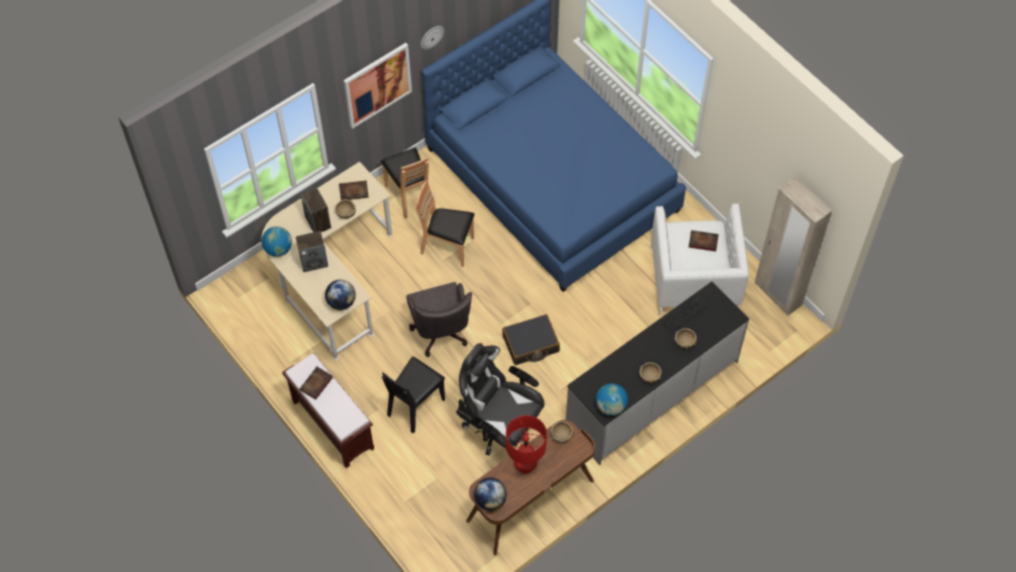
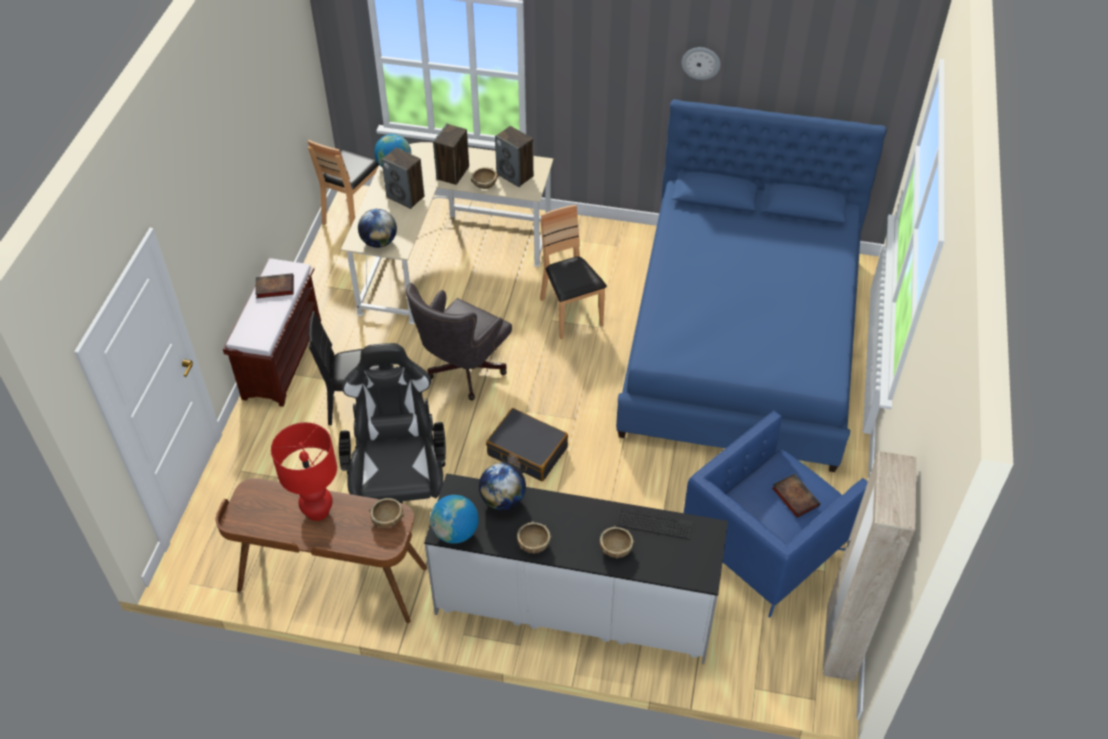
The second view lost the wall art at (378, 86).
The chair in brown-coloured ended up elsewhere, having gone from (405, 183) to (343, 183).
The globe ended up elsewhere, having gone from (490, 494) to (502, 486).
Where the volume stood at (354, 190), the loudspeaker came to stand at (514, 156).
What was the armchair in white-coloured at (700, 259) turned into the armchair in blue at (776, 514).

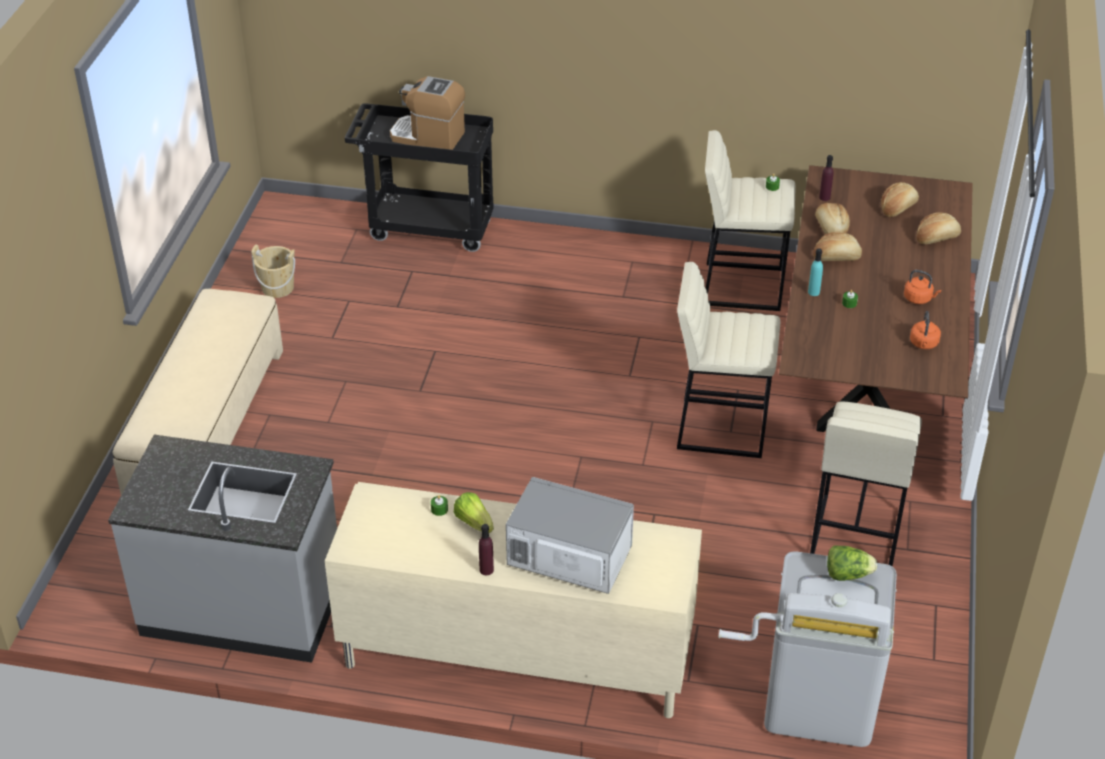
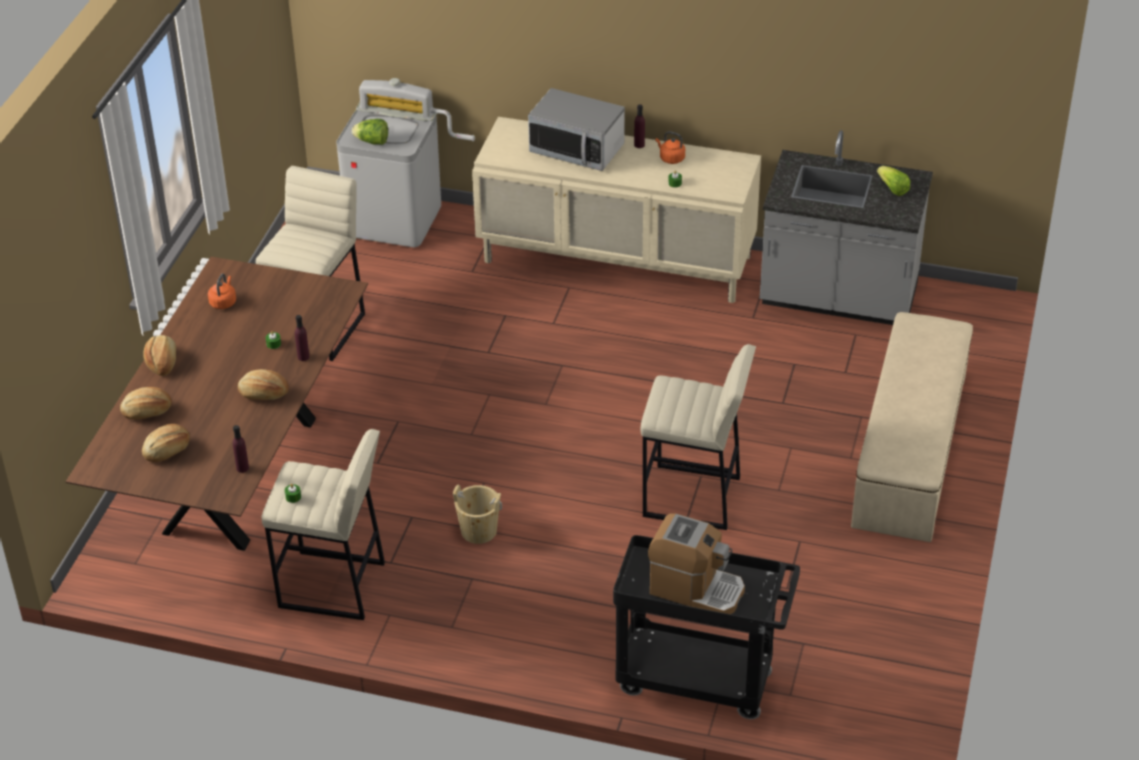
The bucket in beige ended up elsewhere, having gone from (273, 271) to (477, 514).
The lettuce ended up elsewhere, having gone from (474, 512) to (893, 181).
The sitting stool in beige ended up elsewhere, having gone from (728, 360) to (698, 437).
The baked bread ended up elsewhere, having gone from (832, 218) to (159, 355).
The kettle in orangey ended up elsewhere, having gone from (922, 287) to (670, 147).
What was the beverage bottle in turquoise at (815, 272) turned into the beverage bottle in purplish at (302, 338).

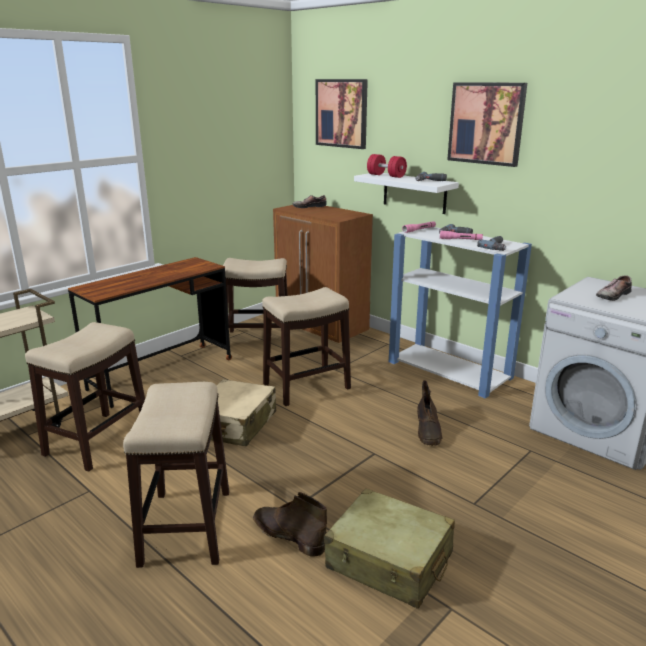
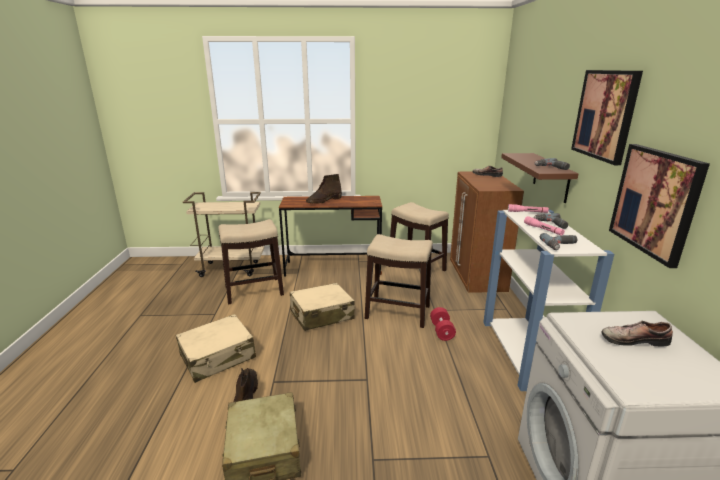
The wall art ended up elsewhere, having gone from (342, 114) to (659, 206).
The free weight in reddish ended up elsewhere, having gone from (387, 166) to (443, 324).
The boot in brown-coloured ended up elsewhere, having gone from (429, 413) to (324, 189).
Where the sitting stool stood at (176, 475), the piece of luggage in beige came to stand at (216, 348).
What was the wall shelf in white-coloured at (406, 193) turned into the wall shelf in brown-coloured at (539, 178).

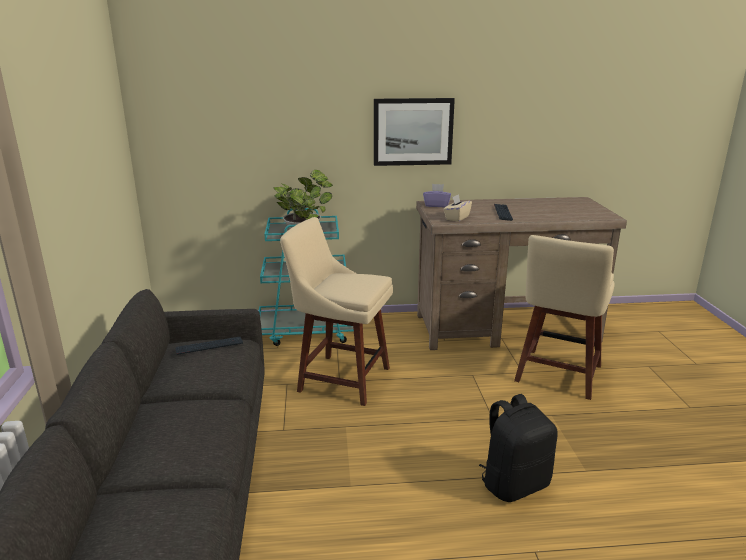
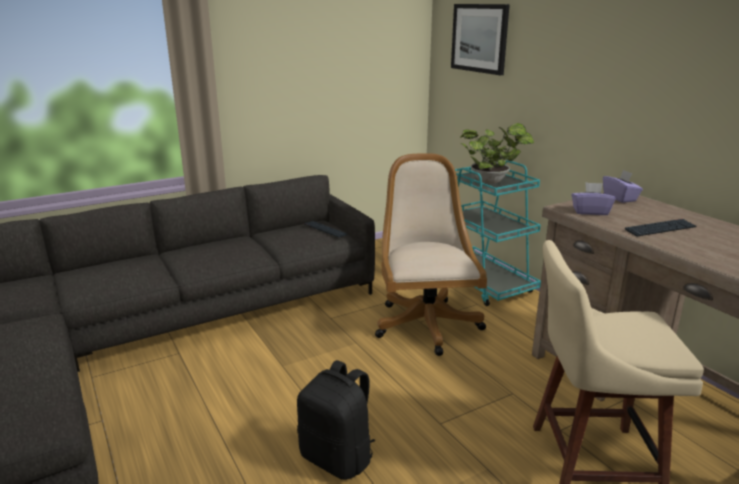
The wall art ended up elsewhere, having gone from (414, 132) to (480, 39).
Where the sitting stool in beige stood at (336, 311), the desk chair came to stand at (431, 254).
What was the box of tissues in beige at (457, 208) turned into the box of tissues in purplish at (593, 198).

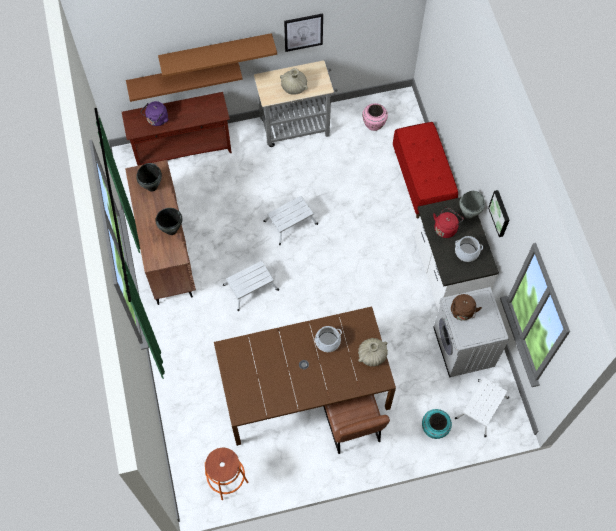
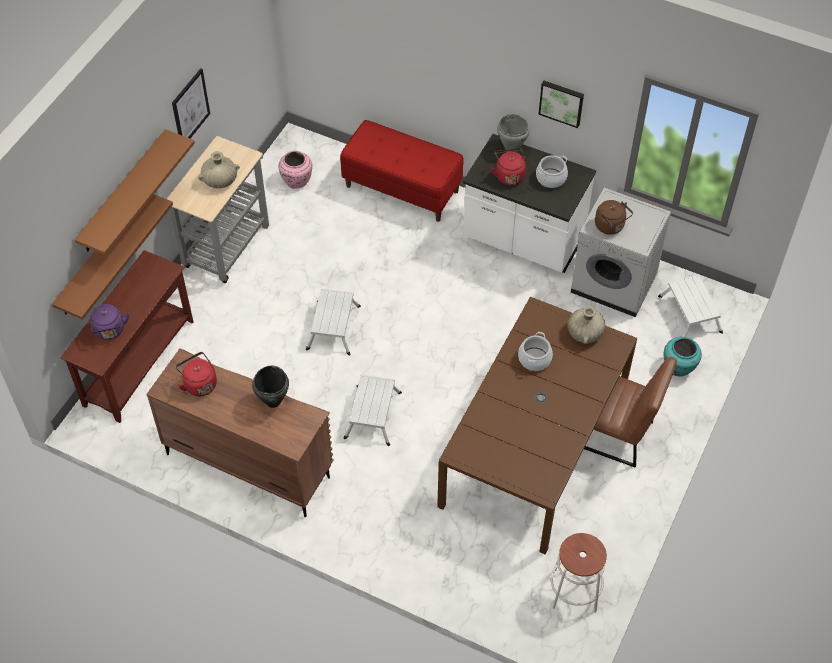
Where the cooking pot in blackish stood at (149, 177), the kettle in reddish came to stand at (196, 374).
What was the sitting stool in orangey at (226, 474) turned into the sitting stool in white-coloured at (579, 573).

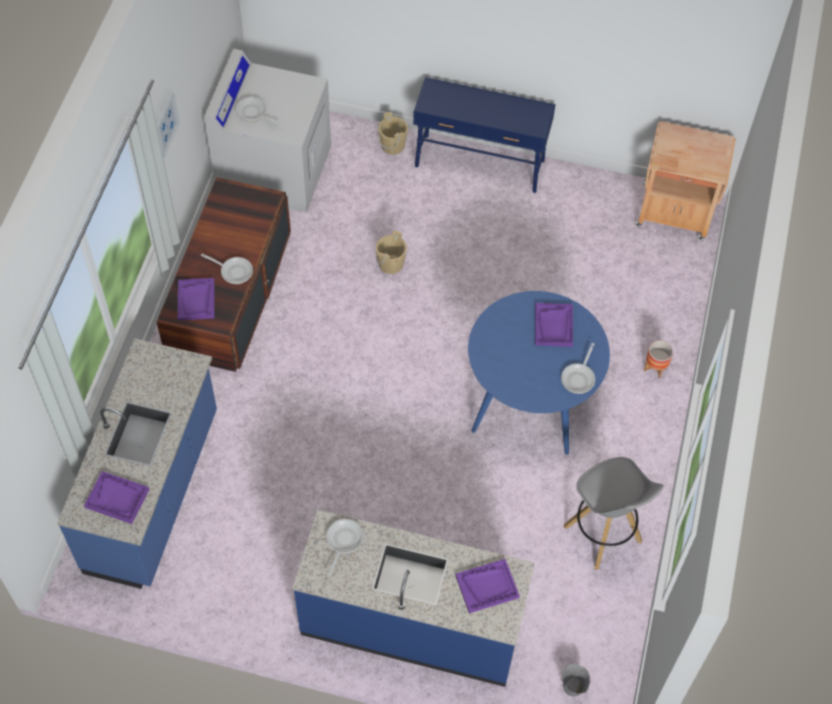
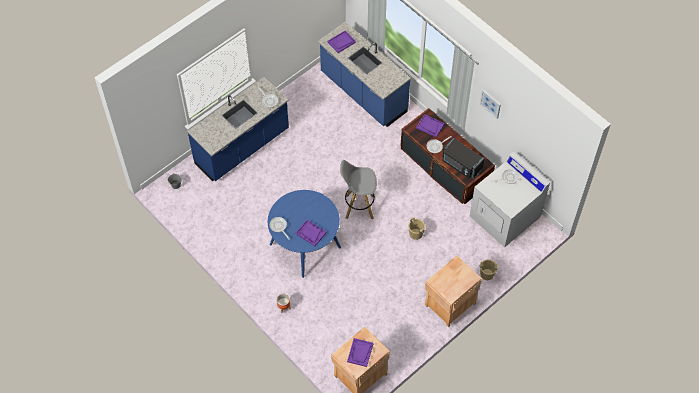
The second view gained the kitchen microwave in blackish at (463, 158).
The carrying tray in purplish ended up elsewhere, having gone from (487, 586) to (360, 352).
The sitting stool in greyish ended up elsewhere, having gone from (613, 513) to (358, 189).
Where the narrow table in blue stood at (484, 135), the wheeled cart in brown-coloured came to stand at (453, 291).

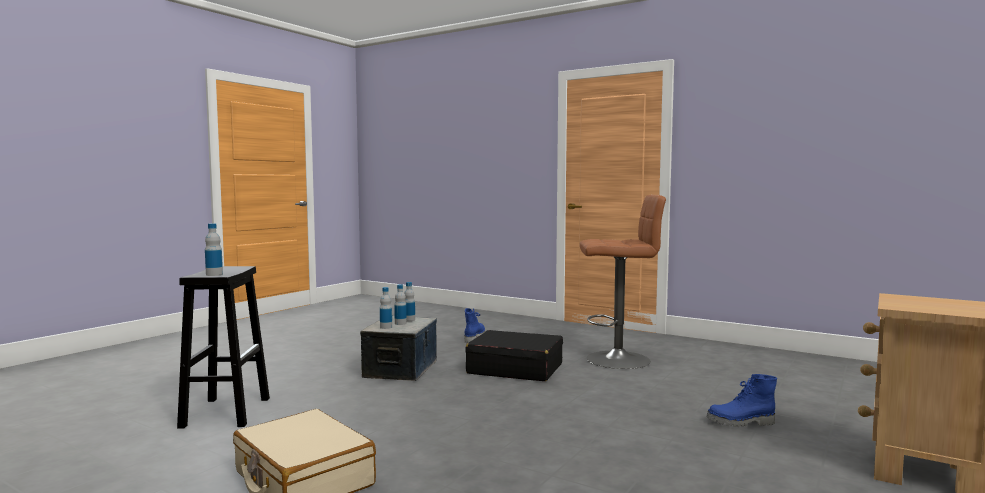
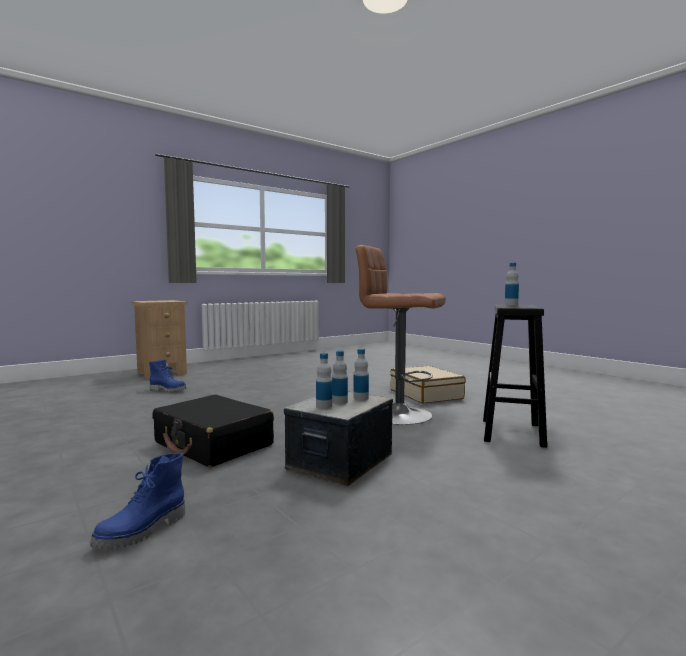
The sitting stool in brown-coloured ended up elsewhere, having gone from (623, 282) to (400, 335).

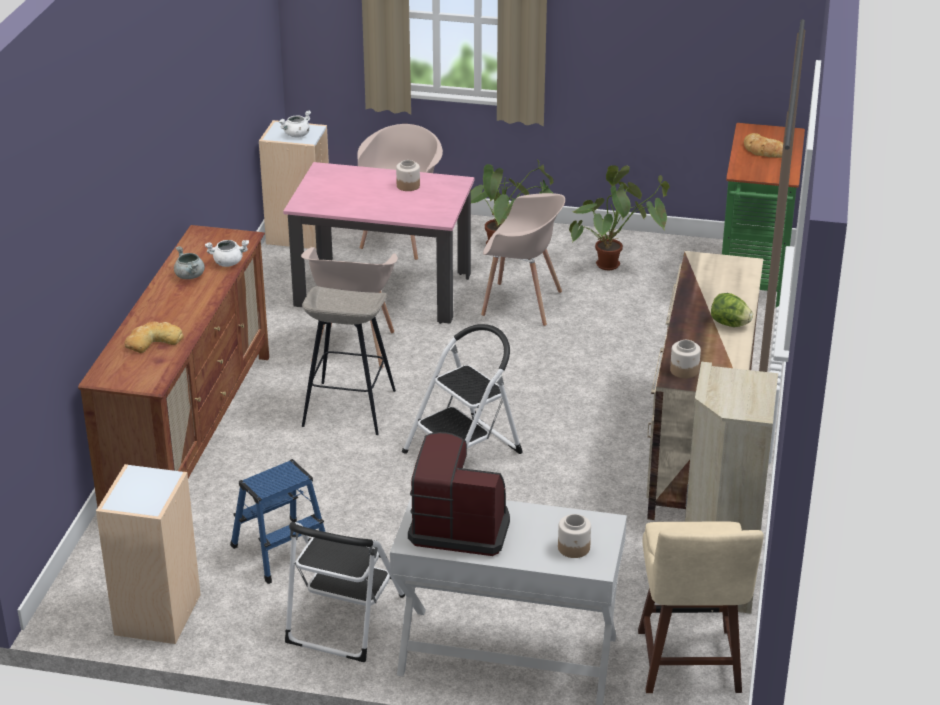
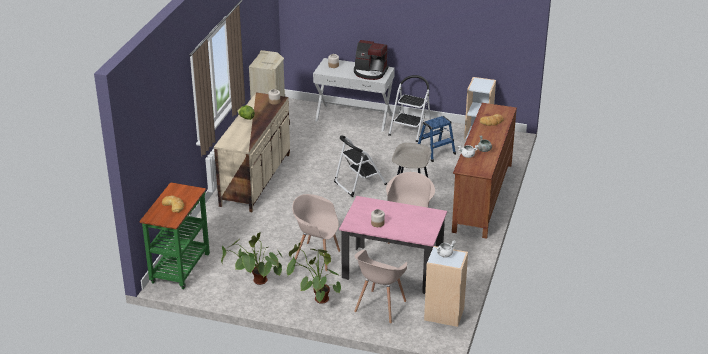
The second view lost the sitting stool in beige at (701, 607).

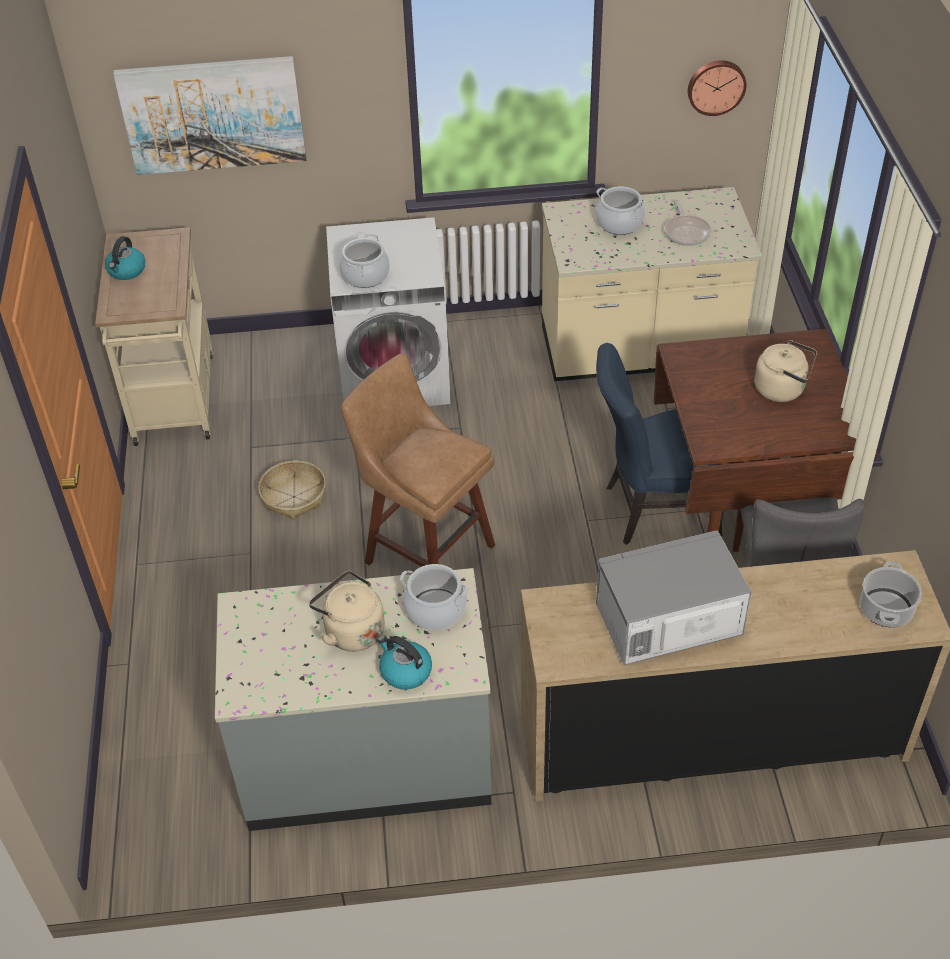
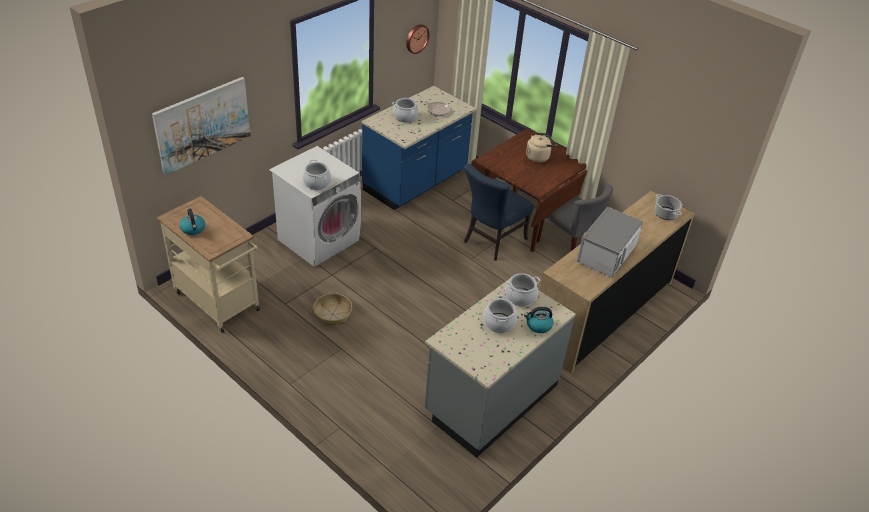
The second view lost the sitting stool in brown-coloured at (418, 460).
Where the kettle in beige stood at (347, 611), the cooking pot came to stand at (500, 314).
What was the counter in beige at (652, 284) turned into the counter in blue at (419, 148).

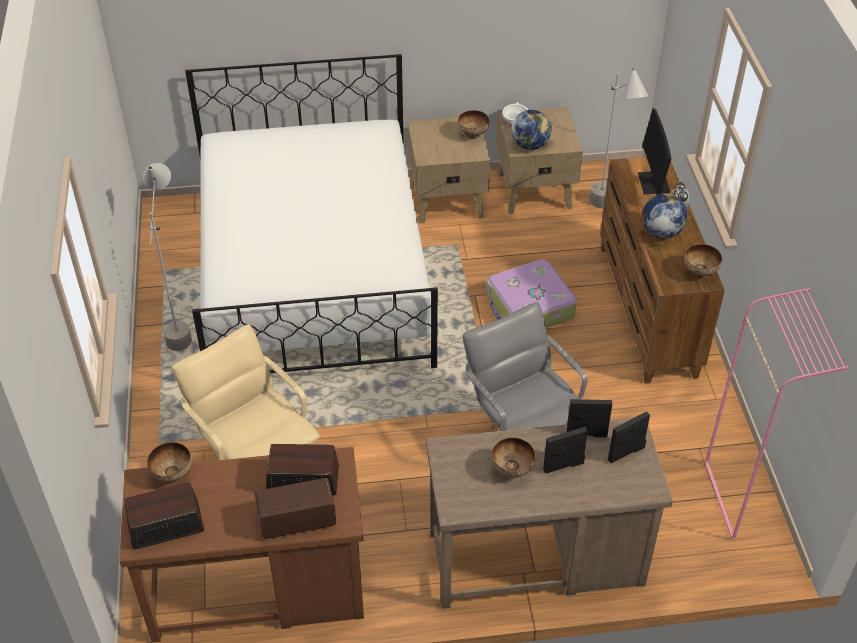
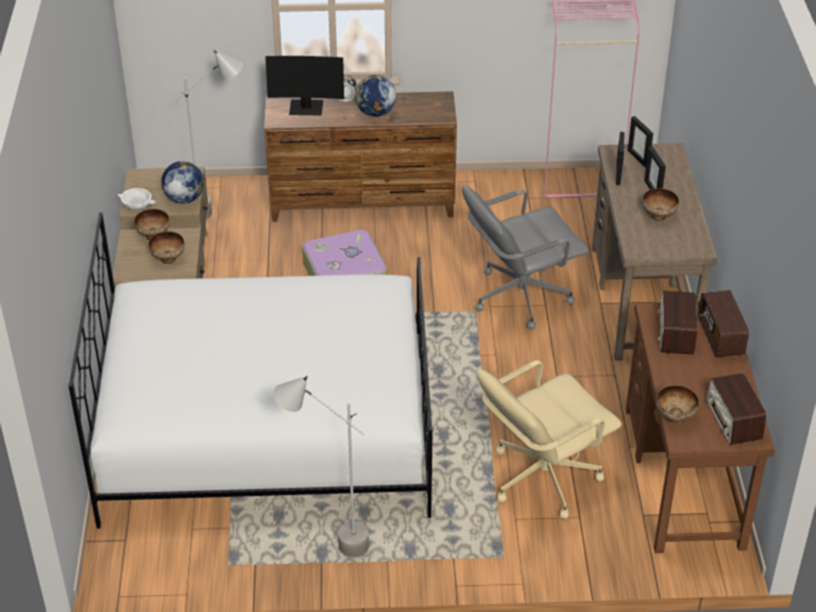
The serving bowl ended up elsewhere, having gone from (703, 261) to (166, 247).

